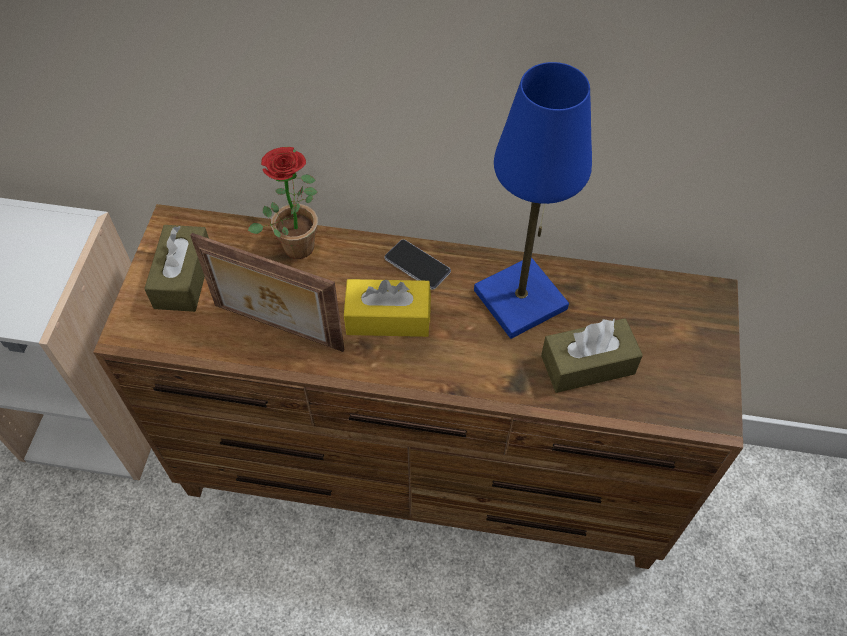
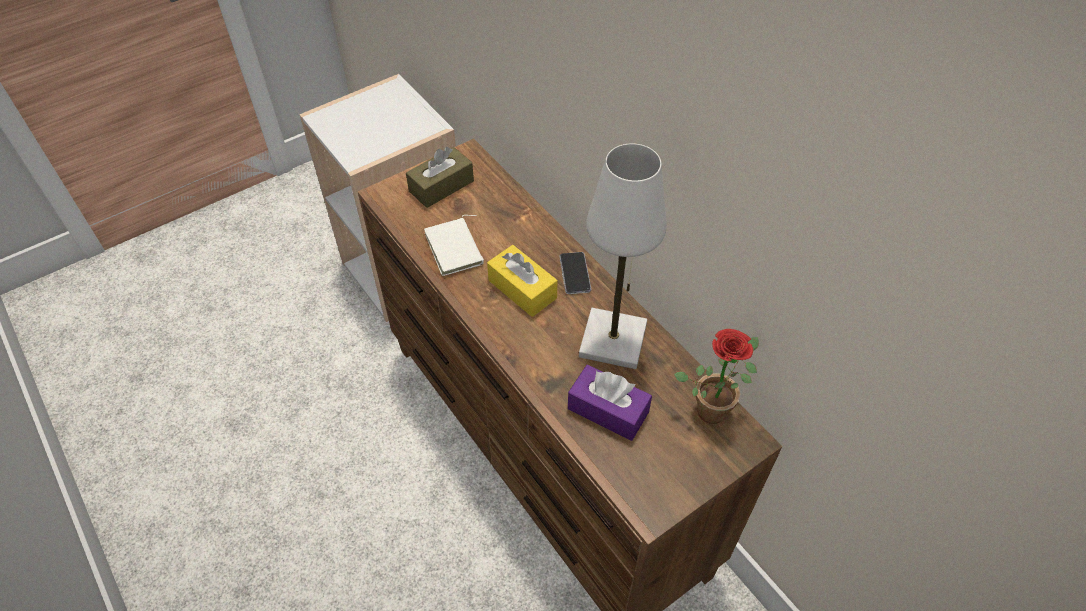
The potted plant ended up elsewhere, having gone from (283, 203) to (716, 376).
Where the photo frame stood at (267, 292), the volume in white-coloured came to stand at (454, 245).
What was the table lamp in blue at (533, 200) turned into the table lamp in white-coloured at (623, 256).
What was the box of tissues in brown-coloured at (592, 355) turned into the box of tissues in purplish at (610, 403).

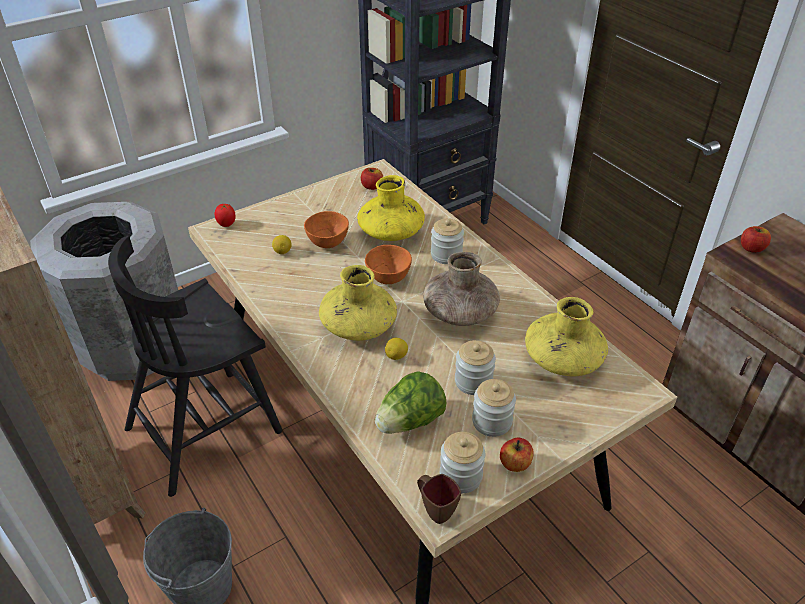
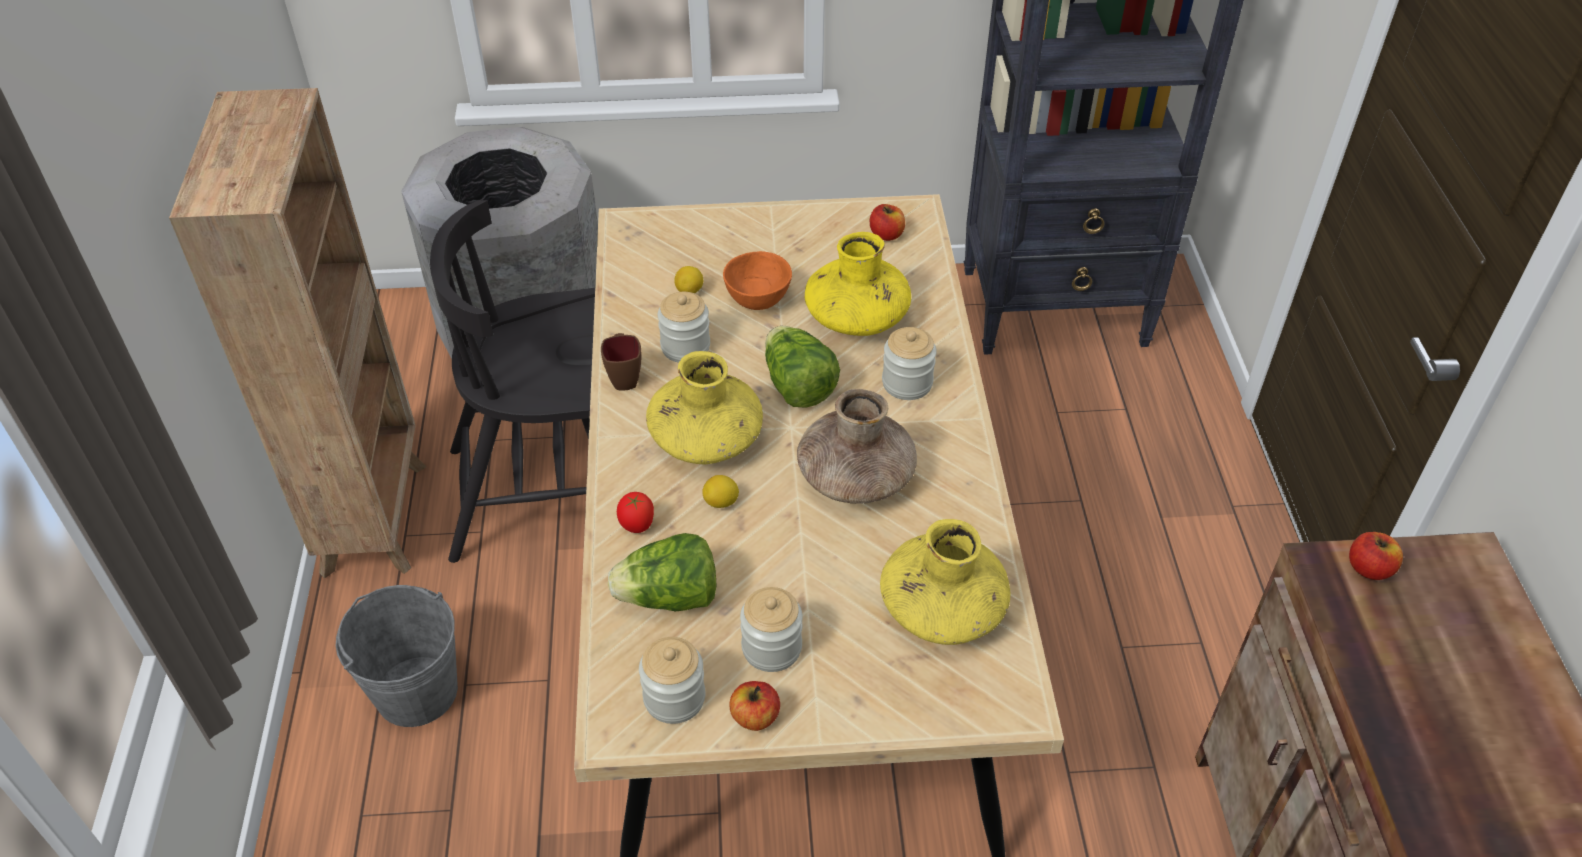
The whole tomato ended up elsewhere, having gone from (225, 215) to (635, 512).
The mug in brown-coloured ended up elsewhere, having gone from (439, 499) to (621, 362).
The storage jar ended up elsewhere, having gone from (475, 367) to (684, 327).
Where the serving bowl in orangey stood at (388, 264), the lettuce came to stand at (802, 366).

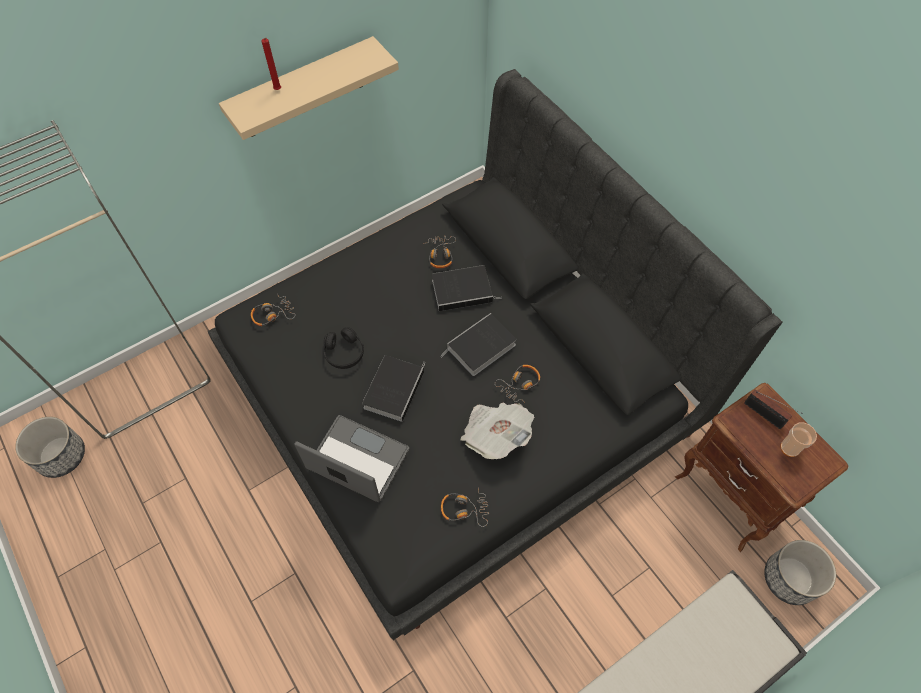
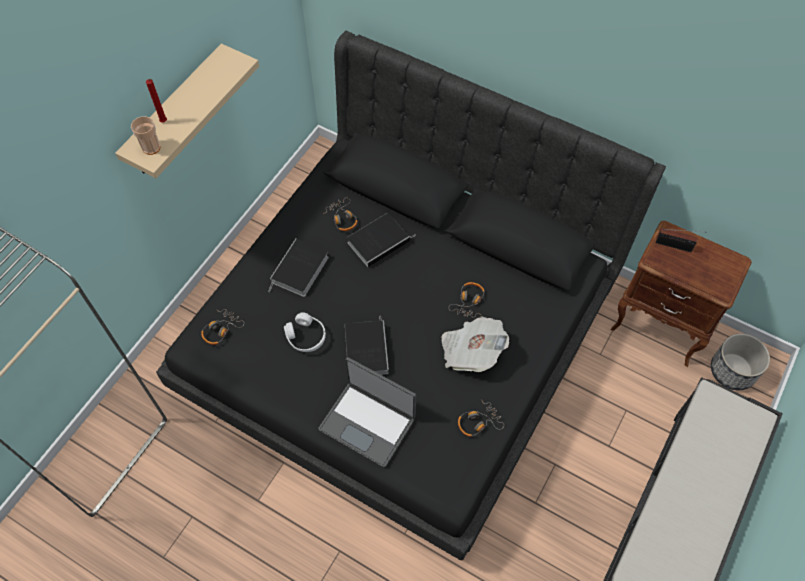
The second view lost the planter at (50, 447).
The volume ended up elsewhere, having gone from (478, 344) to (298, 268).
The small cup ended up elsewhere, having gone from (798, 440) to (146, 135).
What was the headphones in blackish at (344, 348) turned into the headphones in white-coloured at (305, 332).
The portable computer at (351, 458) ended up facing another way, 150 degrees counterclockwise from before.

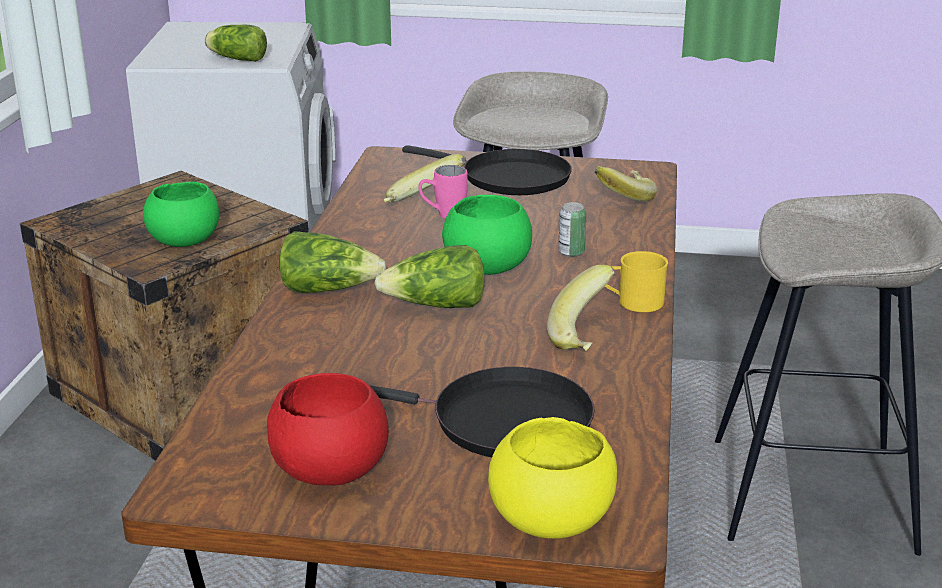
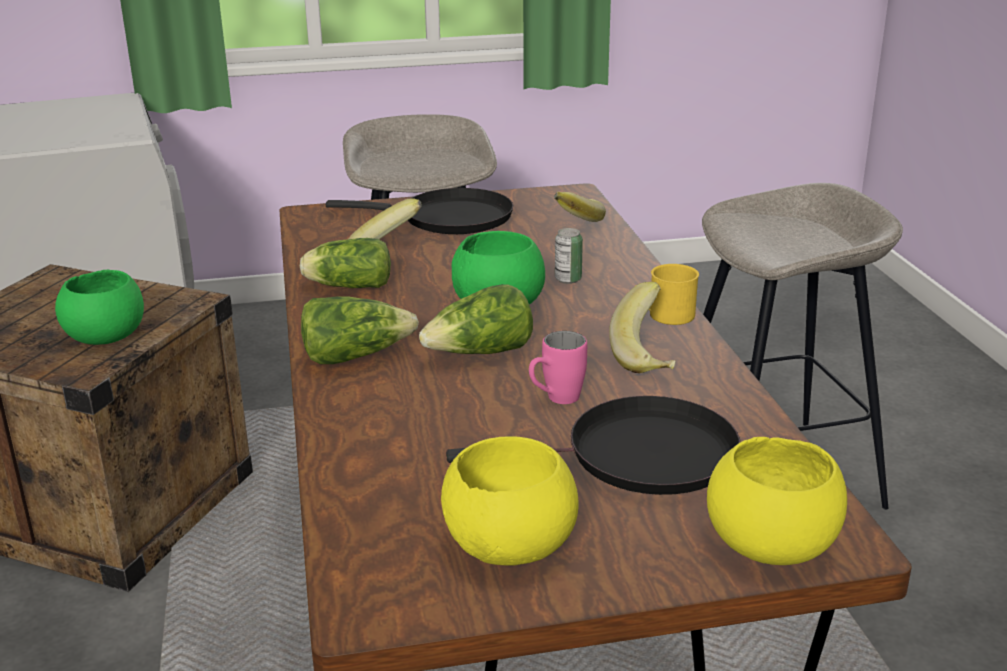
The lettuce ended up elsewhere, having gone from (236, 43) to (345, 263).
The mug in pink ended up elsewhere, having gone from (443, 192) to (558, 367).
What was the serving bowl in reddish at (328, 429) turned into the serving bowl in yellowish at (510, 500).

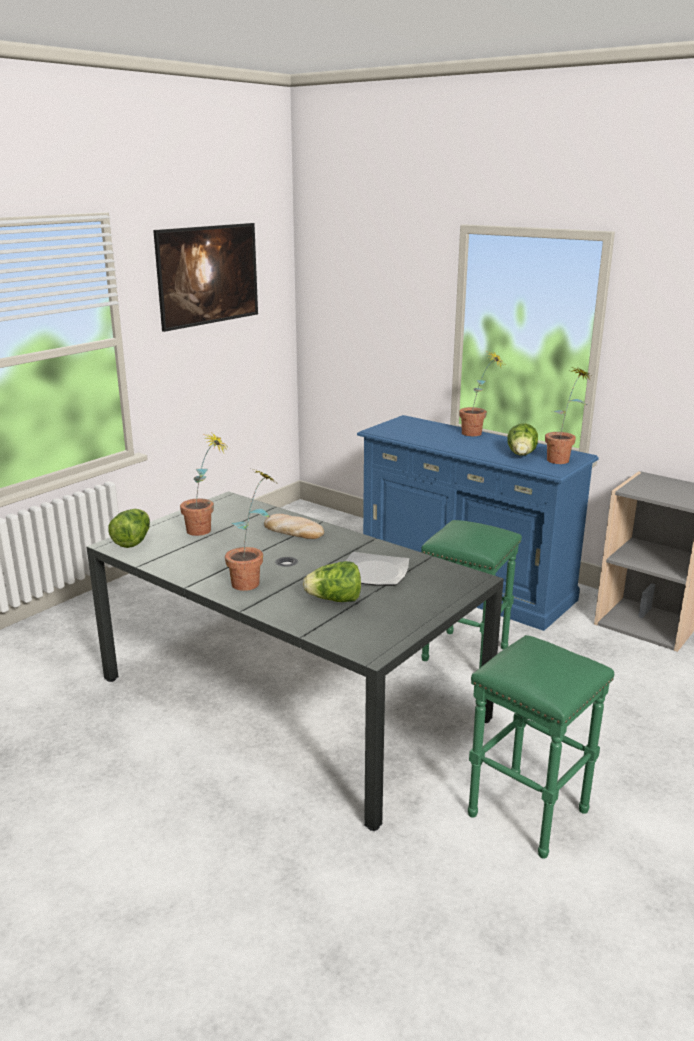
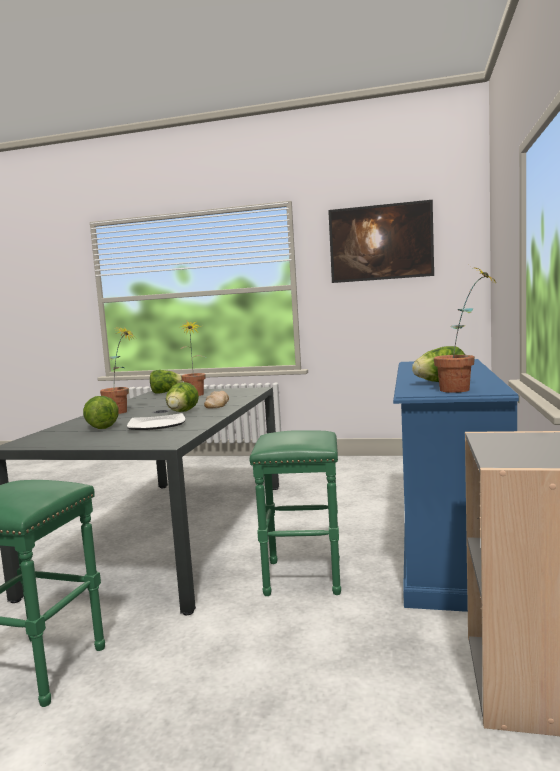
The second view lost the potted plant at (481, 394).
The second view gained the lettuce at (182, 397).

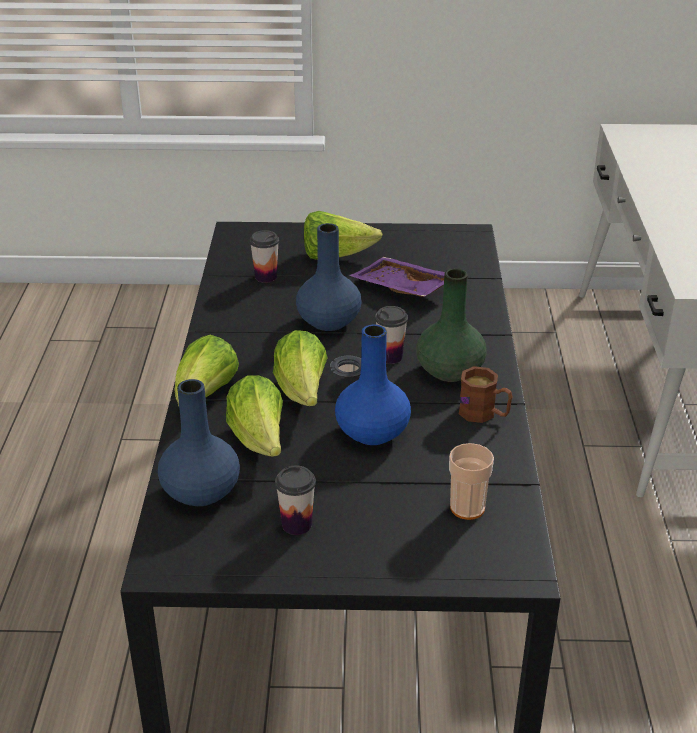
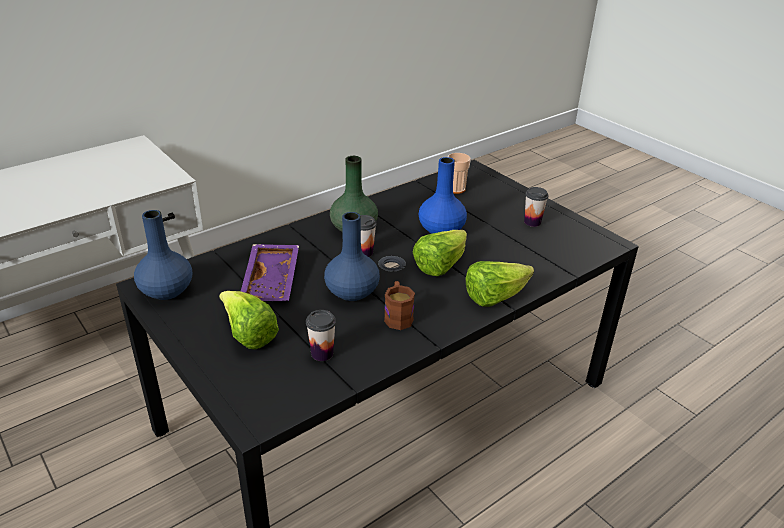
The second view lost the lettuce at (254, 416).
The decorative vase in blue ended up elsewhere, having gone from (199, 442) to (163, 255).
The mug in brown-coloured ended up elsewhere, having gone from (486, 394) to (399, 305).

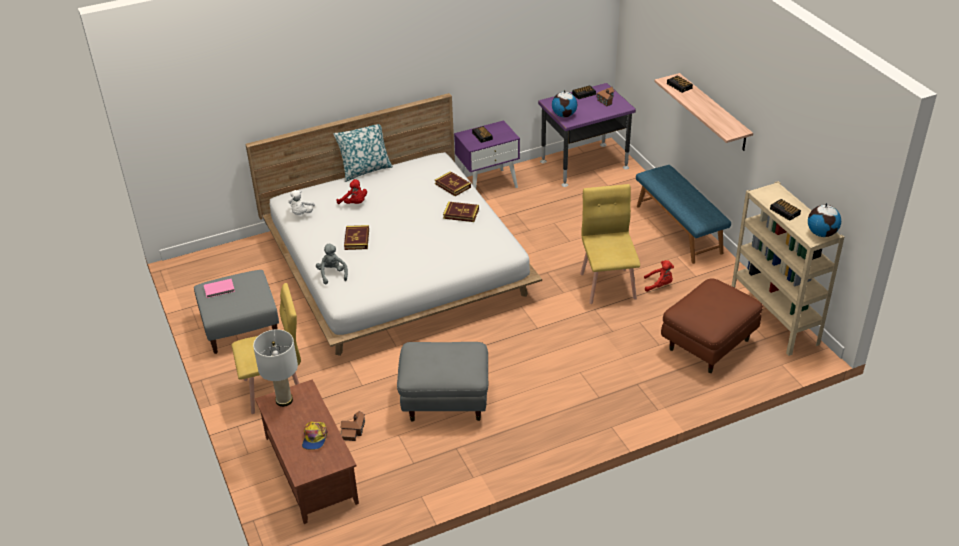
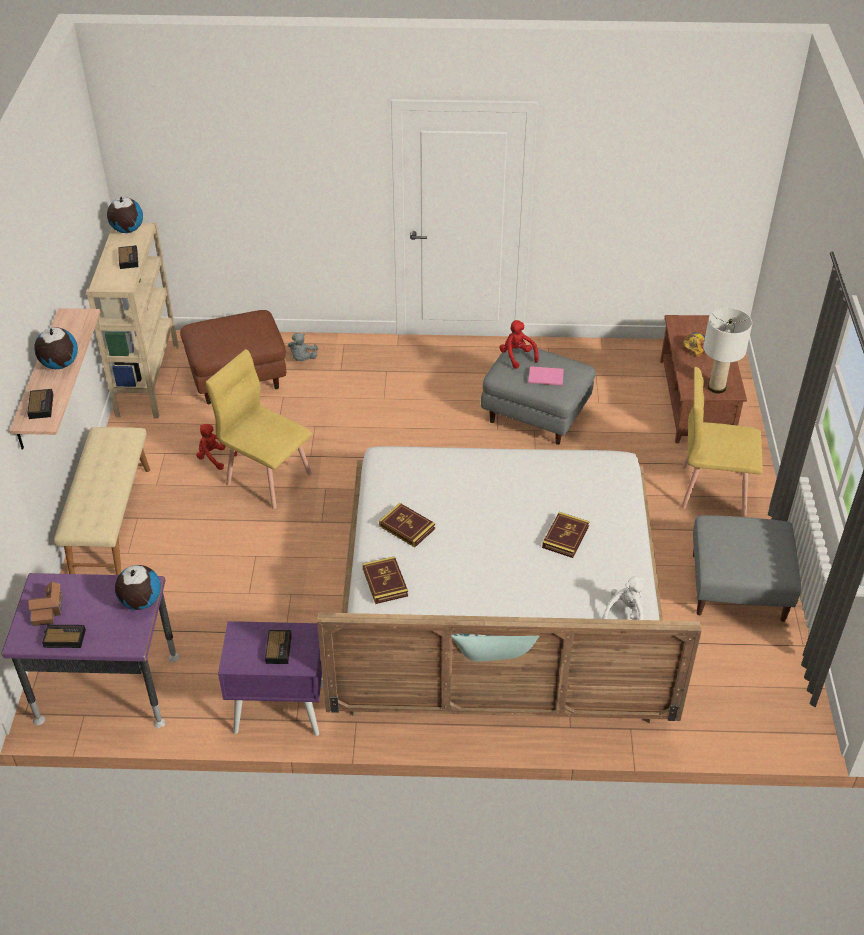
The second view lost the toy house at (353, 426).
The second view gained the globe at (56, 348).
The volume in pink ended up elsewhere, having gone from (219, 288) to (546, 376).
The cuddly toy in greyish ended up elsewhere, having gone from (332, 264) to (303, 347).
The cuddly toy in reddish ended up elsewhere, having gone from (352, 191) to (519, 344).
What was the bench in blue at (683, 214) turned into the bench in beige at (102, 501).
The chair in yellowish at (610, 244) ended up facing another way, 105 degrees clockwise from before.

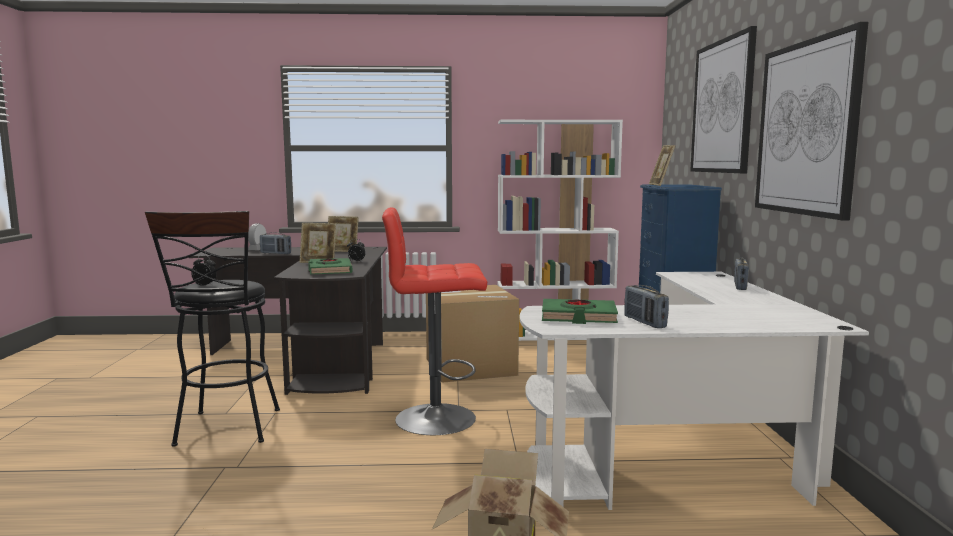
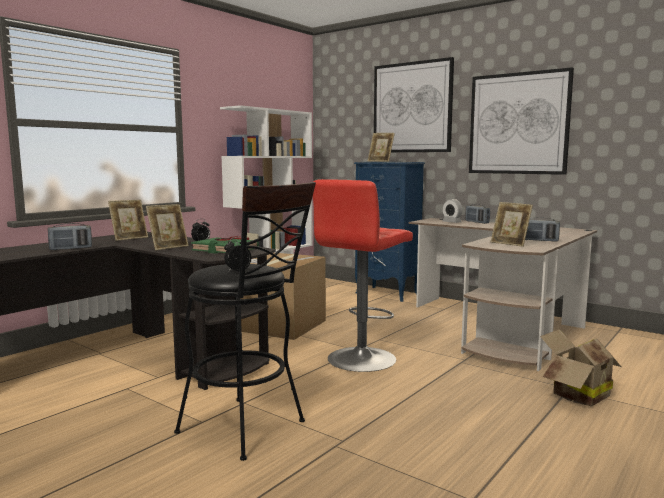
The alarm clock ended up elsewhere, having gone from (257, 236) to (452, 211).
Where the volume in greenish stood at (580, 311), the photo frame came to stand at (511, 224).
What was the desk in white-coloured at (694, 391) turned into the desk in brown-coloured at (502, 294).

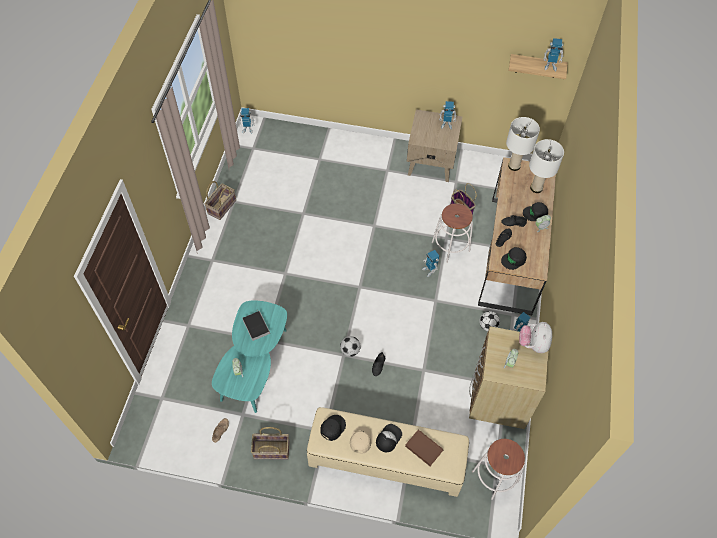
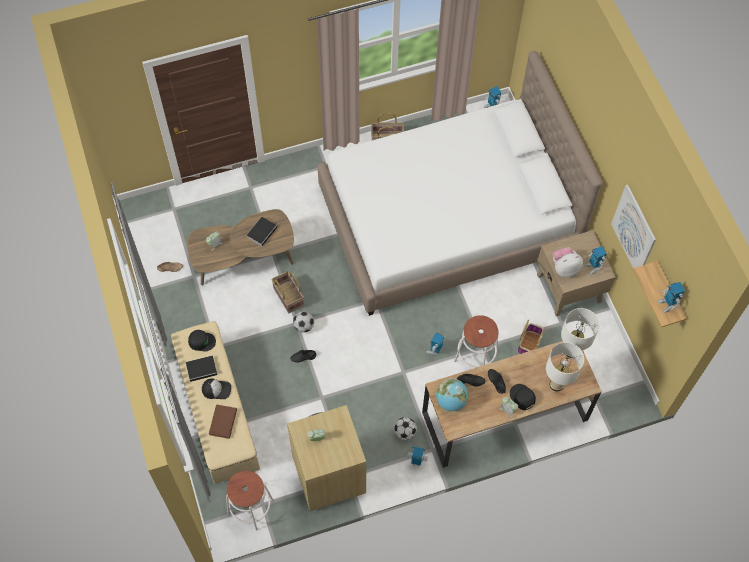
The second view gained the sleeping bed in white-coloured at (460, 183).
The second view gained the wall art at (633, 226).
The household basket ended up elsewhere, having gone from (270, 443) to (287, 292).
The cuddly toy ended up elsewhere, having gone from (535, 337) to (568, 262).
Where the peaked cap in beige stood at (361, 440), the volume came to stand at (204, 369).
Where the peaked cap in blackish stood at (514, 258), the globe came to stand at (452, 395).
What was the low table in turquoise at (249, 356) turned into the low table in brown-coloured at (241, 247).

